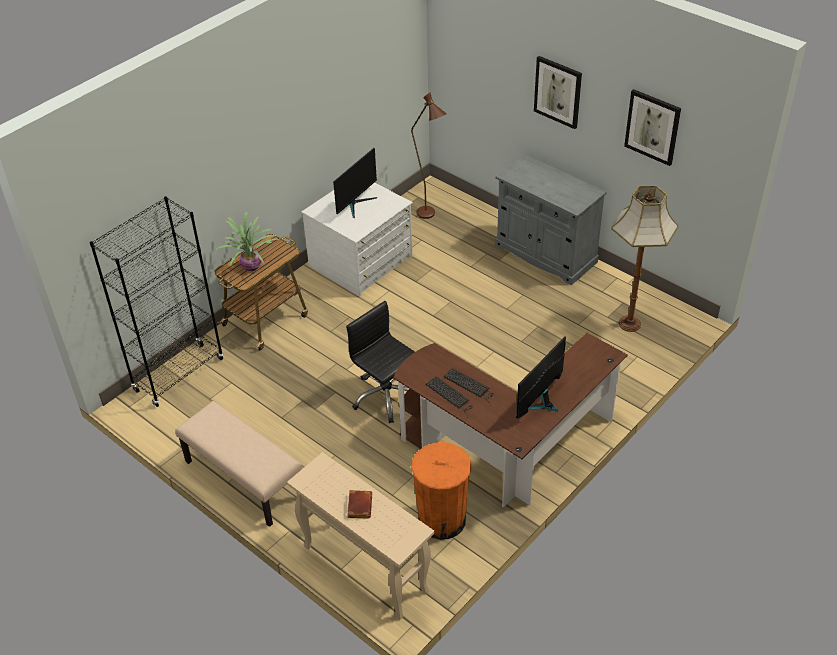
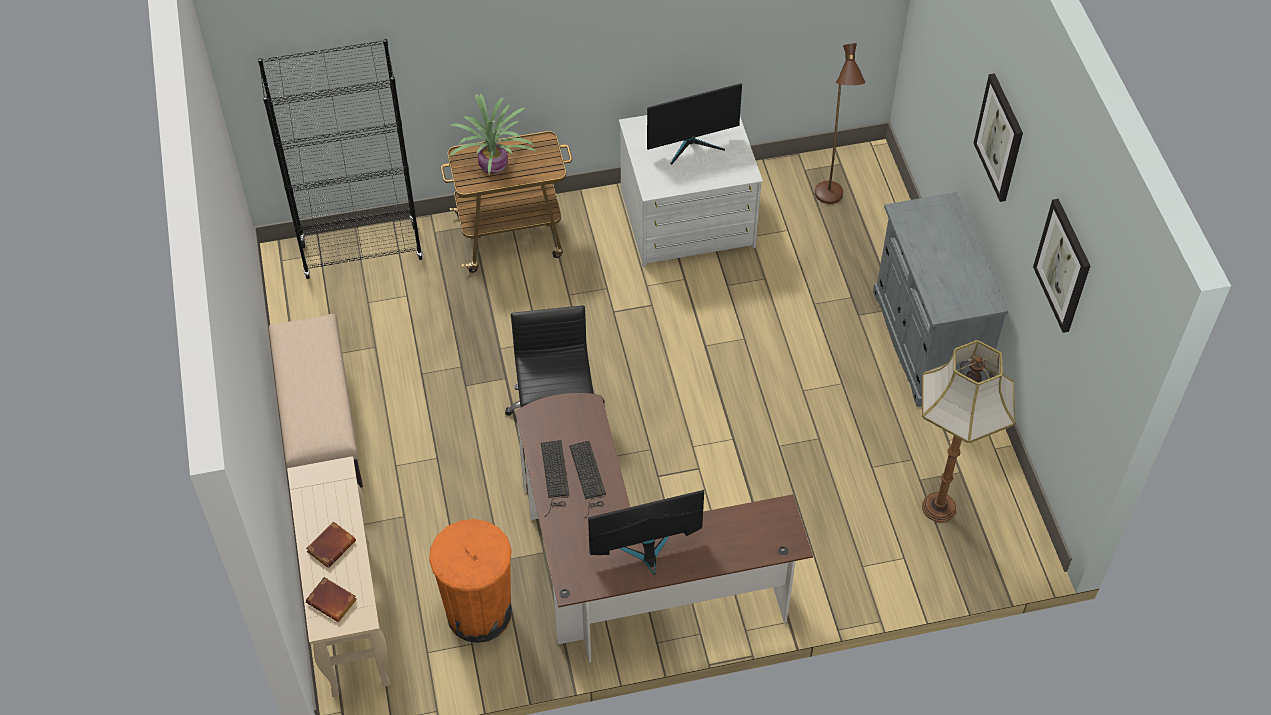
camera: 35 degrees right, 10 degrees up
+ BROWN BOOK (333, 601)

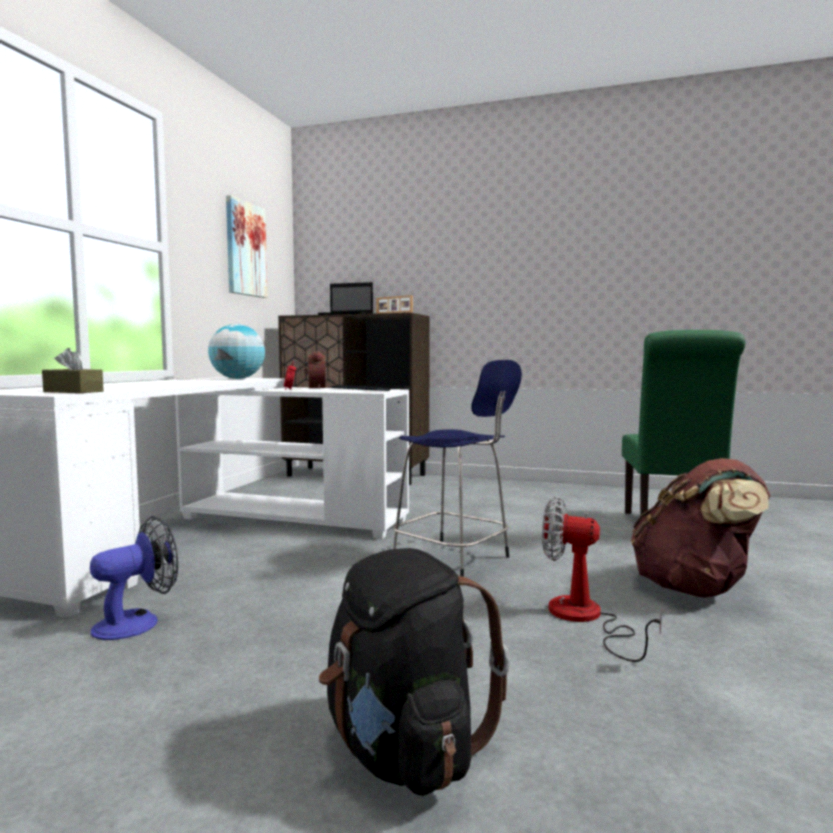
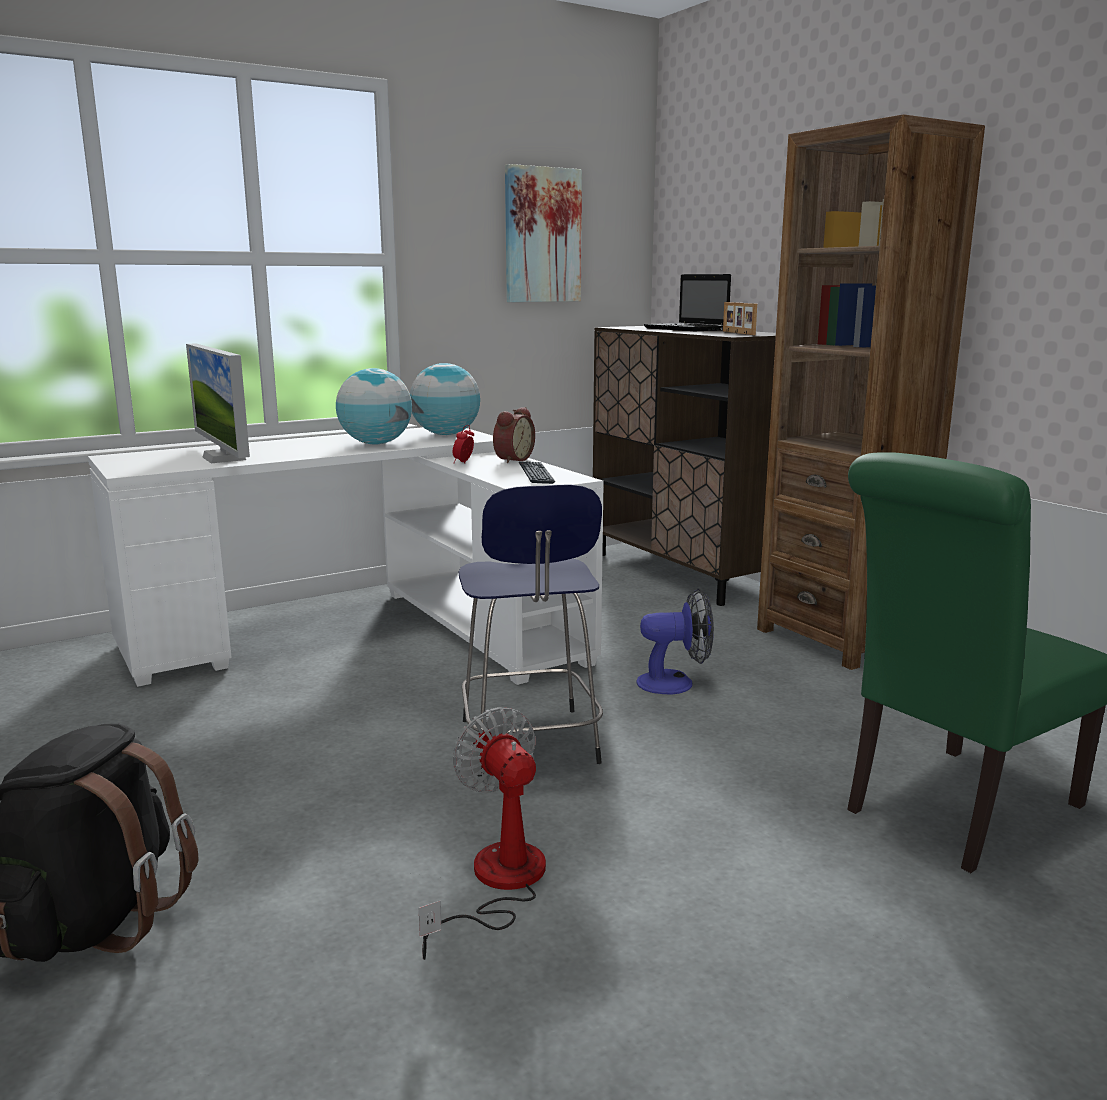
camera: 40 degrees right, 10 degrees up
- BROWN TISSUE BOX (73, 391)
- BROWN BACKPACK (695, 588)
~ FAN (137, 622) to (675, 683)
+ BROWN BOOKCASE (839, 638)
+ MONITOR (224, 458)
+ GLOBE (376, 443)

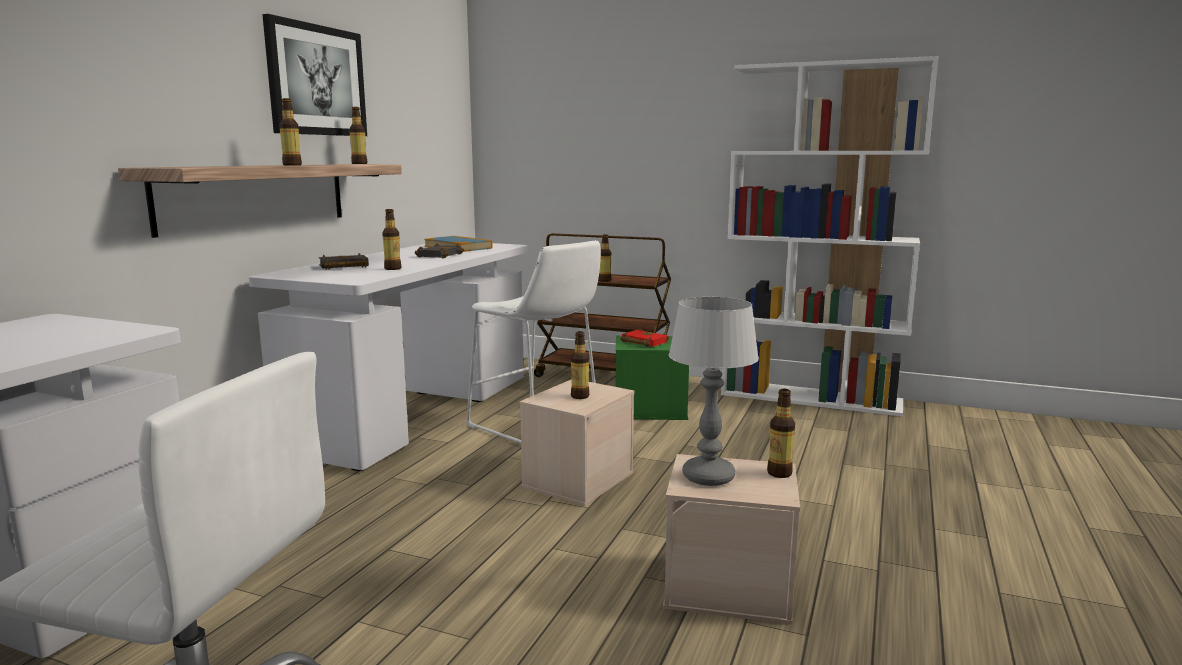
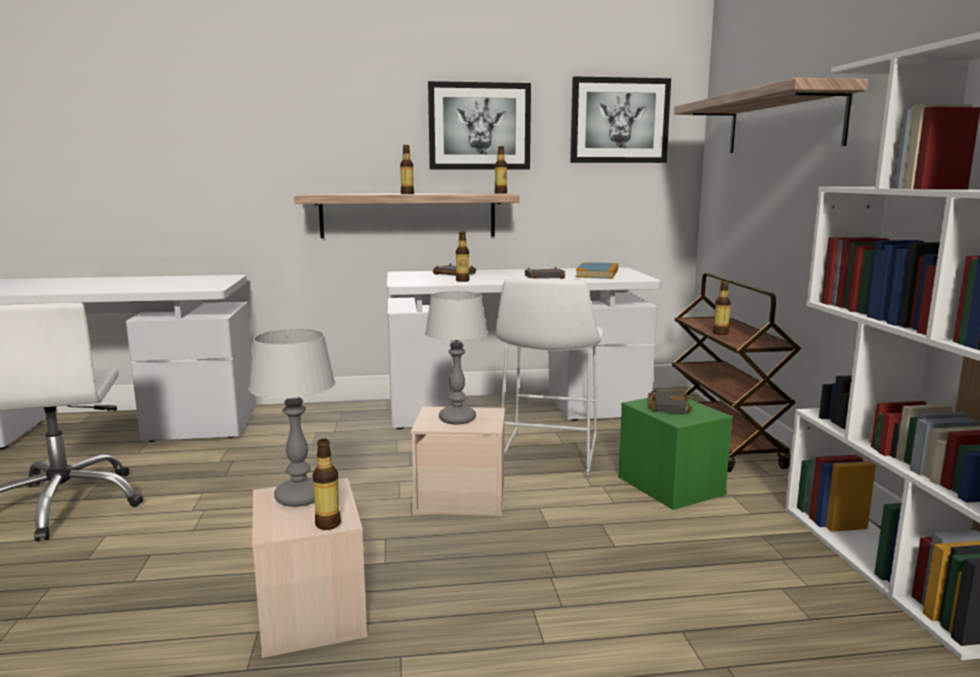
camera: 60 degrees right, 0 degrees up
~ RED BOOK (642, 342) to BLACK BOOK (667, 406)
~ BOTTLE (580, 396) to TABLE LAMP (457, 419)
+ PICTURE (619, 121)
+ SHELF (782, 122)

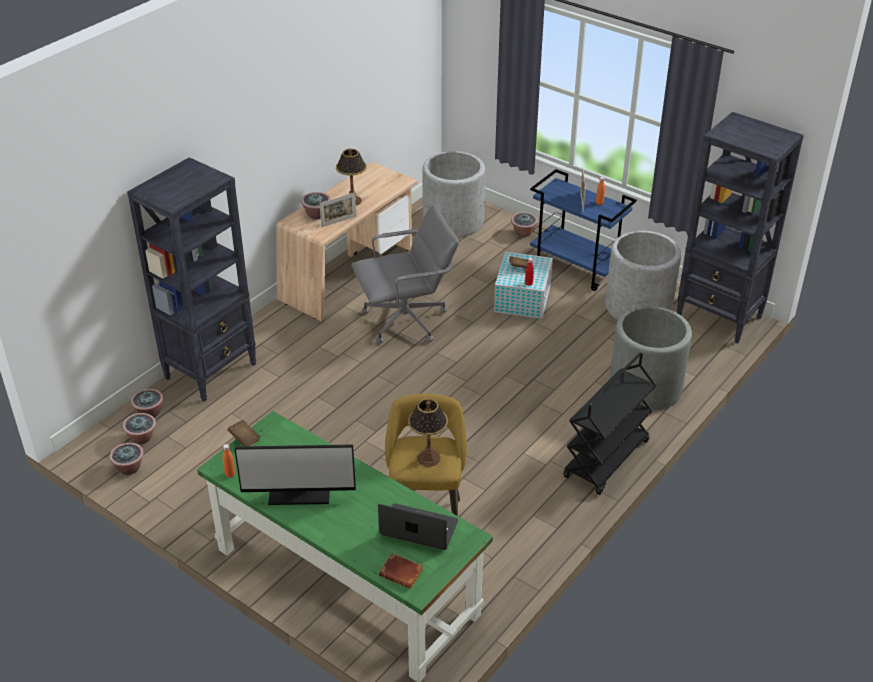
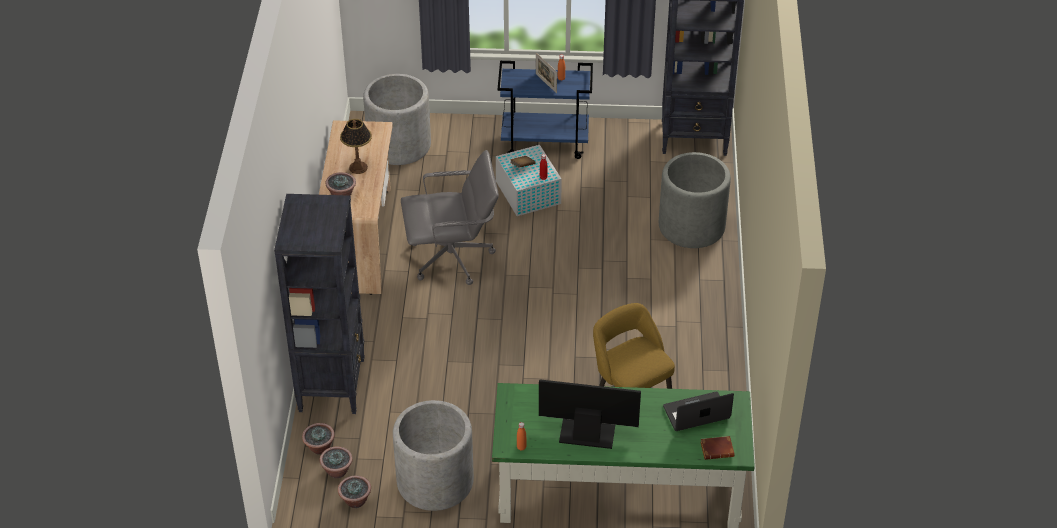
camera: 35 degrees left, 5 degrees up
- PICTURE FRAME (338, 221)
~ GREY OFFICE CHAIR (406, 321) = (452, 258) 45 degrees clockwise
- POTTED PLANT (523, 233)
~ GREY PLANTER (638, 307) to (435, 481)
- BLACK CART (606, 460)
- TABLE LAMP (428, 458)
- BROWN BOOK (244, 439)
~ MONITOR (299, 492) = (587, 433) 135 degrees counterclockwise

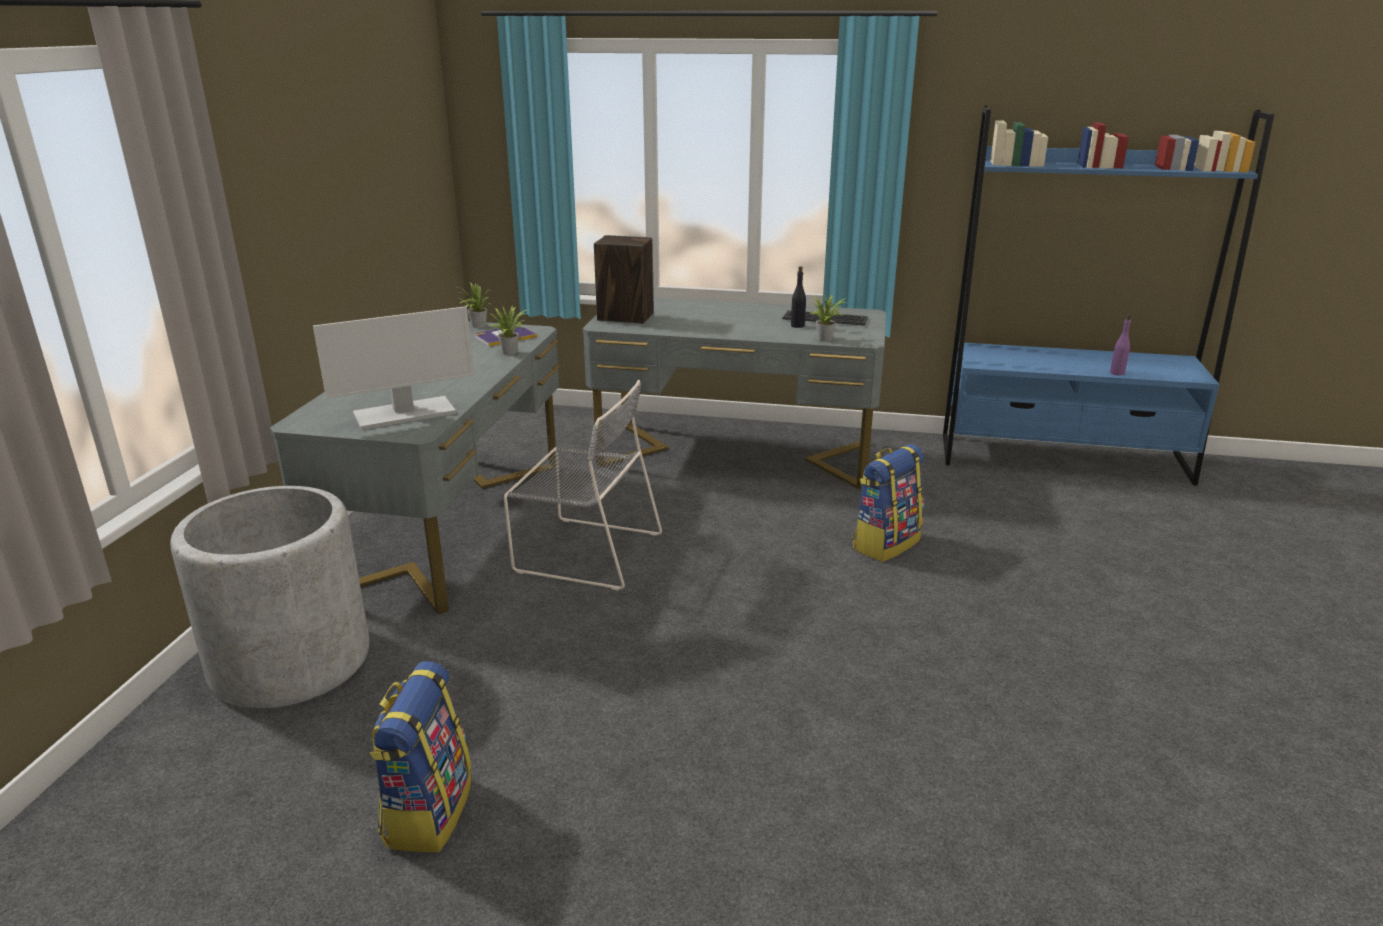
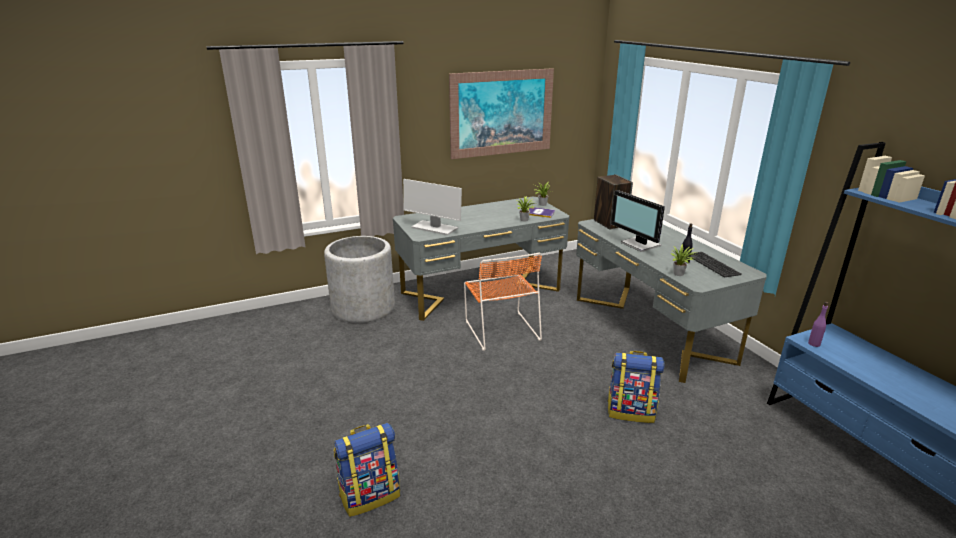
camera: 55 degrees right, 0 degrees up
~ PURPLE BOTTLE (1117, 373) to (814, 344)
~ GREY CHAIR (584, 551) to ORANGE CHAIR (501, 329)
~ BACKPACK (427, 811) to (370, 495)
+ PICTURE (502, 113)
+ MONITOR (639, 245)

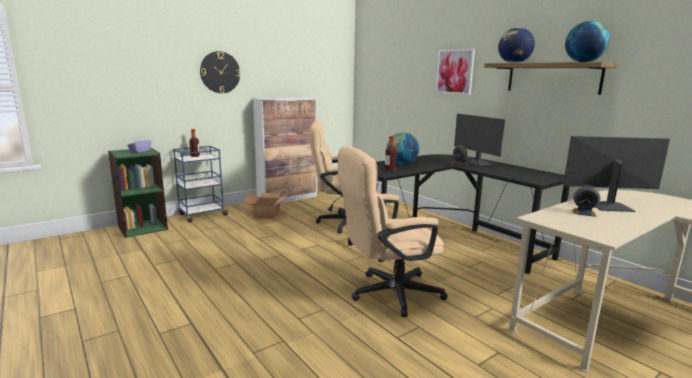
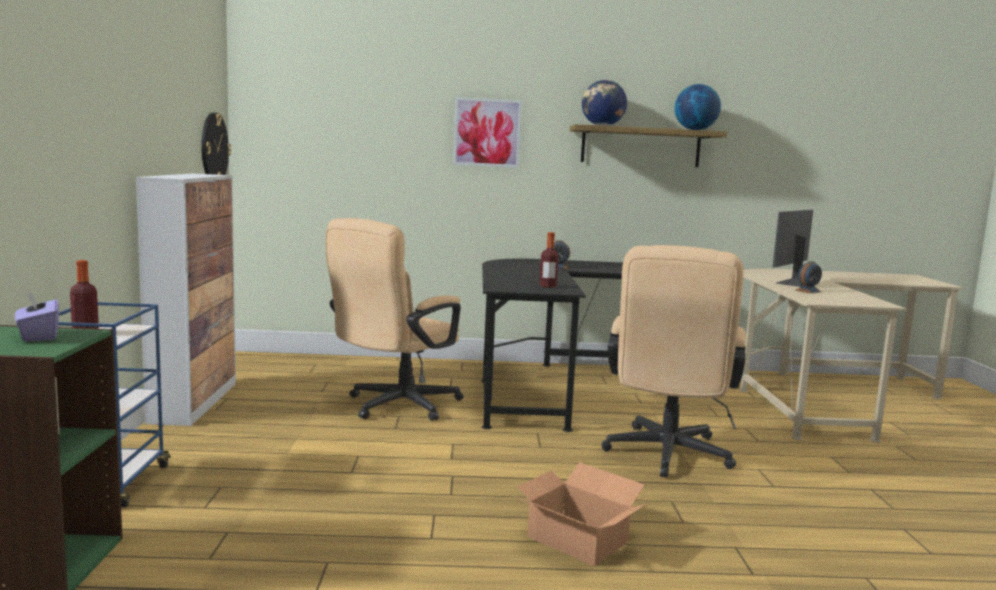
camera: 55 degrees left, 5 degrees down
~ WALL CLOCK (220, 72) to (214, 148)
- MONITOR (477, 163)
- GLOBE (402, 164)
~ CARDBOARD BOX (267, 213) to (577, 539)

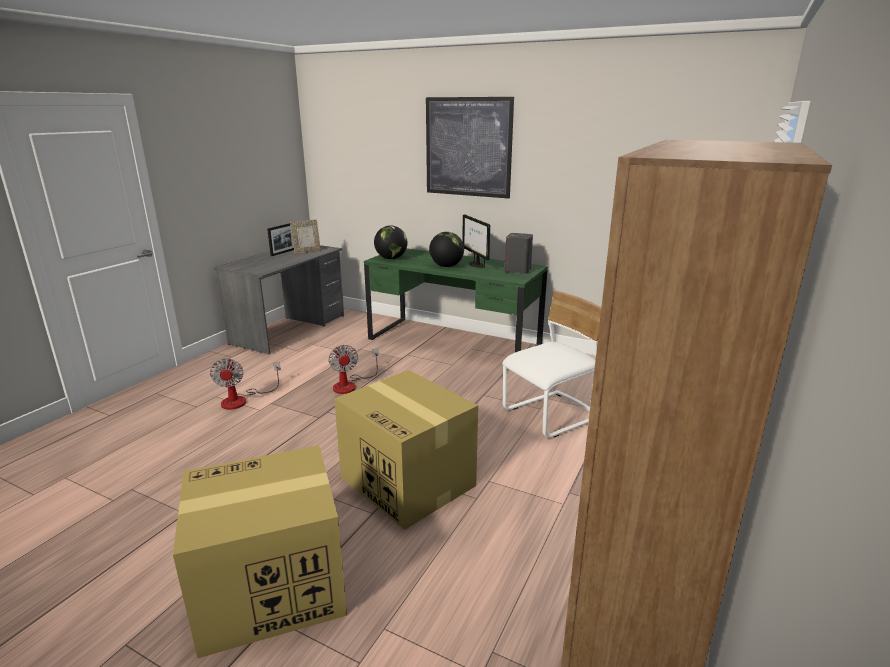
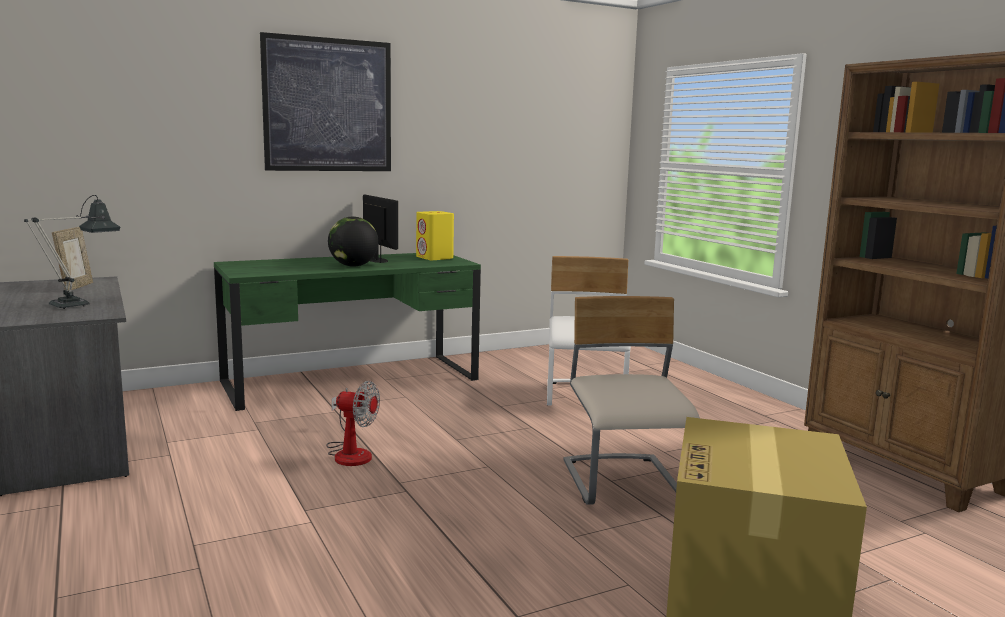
camera: 55 degrees left, 10 degrees down
~ MONITOR (476, 264) = (378, 260) 135 degrees counterclockwise
- PICTURE FRAME (283, 252)
- GLOBE (391, 258)
~ GREY SPEAKER (517, 270) to YELLOW SPEAKER (435, 258)
- FAN (242, 400)
~ CARDBOARD BOX (409, 482) to BEIGE CHAIR (625, 483)
+ TABLE LAMP (78, 304)

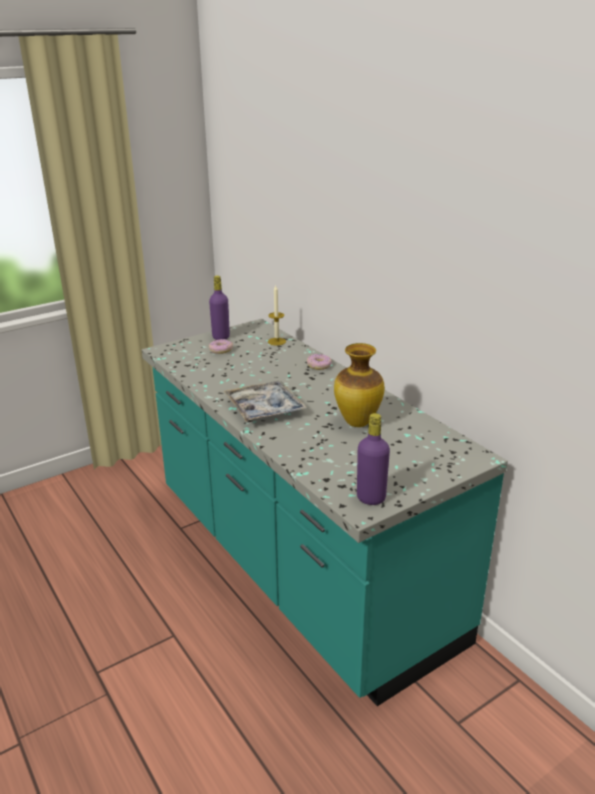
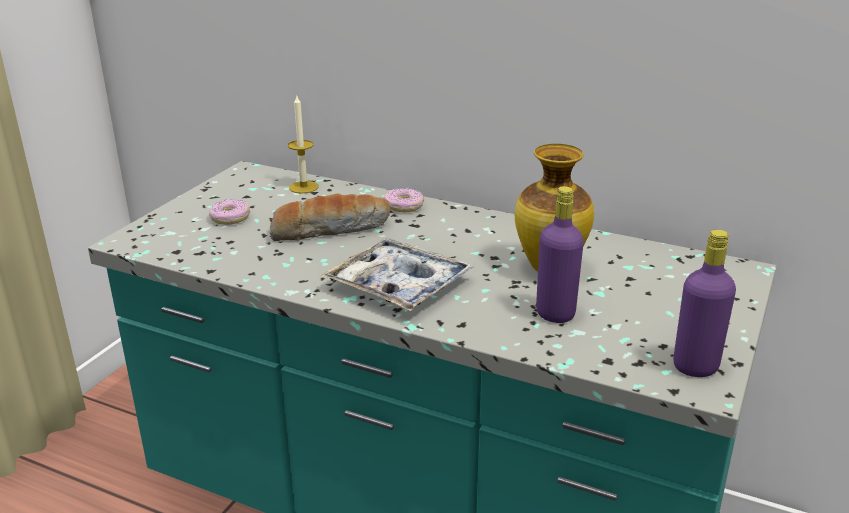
camera: 30 degrees left, 0 degrees up
~ PURPLE BOTTLE (221, 337) to (555, 314)
+ BREAD (330, 229)

